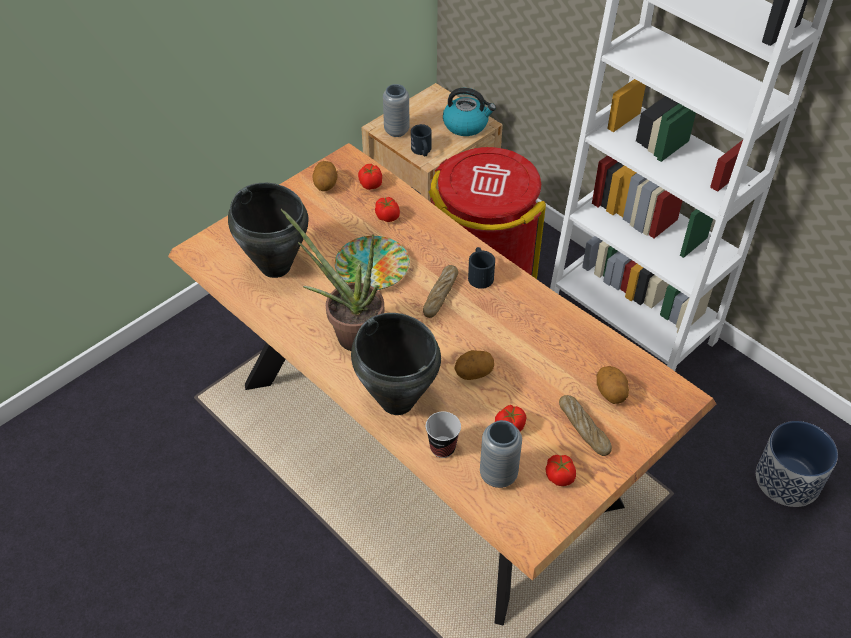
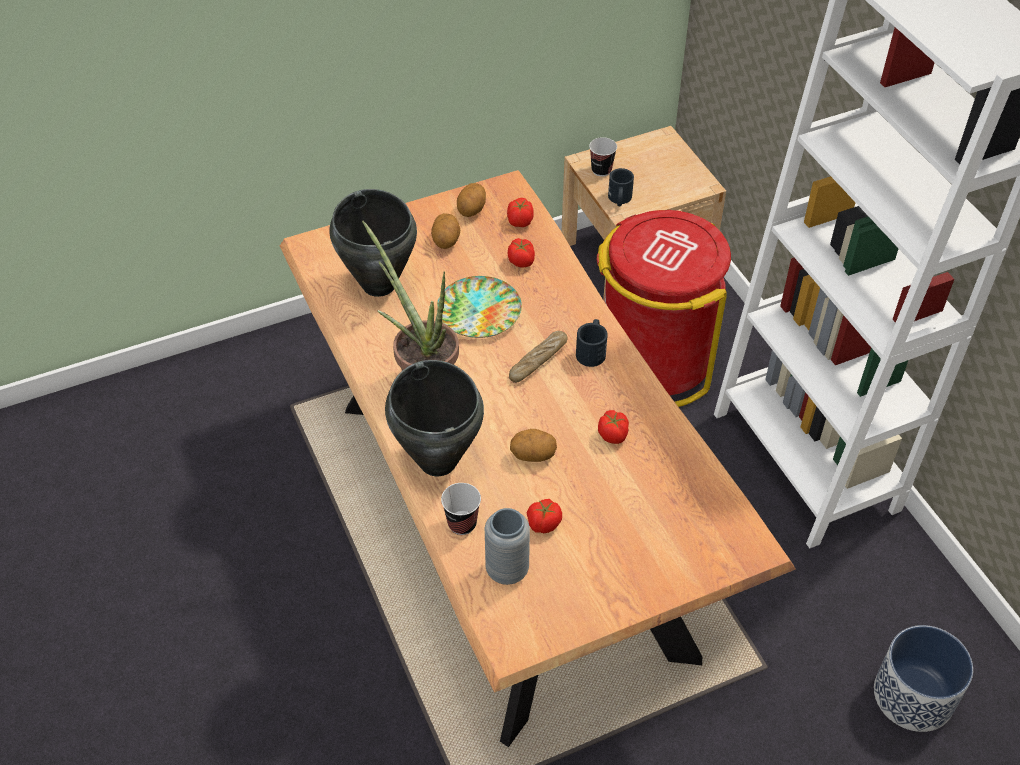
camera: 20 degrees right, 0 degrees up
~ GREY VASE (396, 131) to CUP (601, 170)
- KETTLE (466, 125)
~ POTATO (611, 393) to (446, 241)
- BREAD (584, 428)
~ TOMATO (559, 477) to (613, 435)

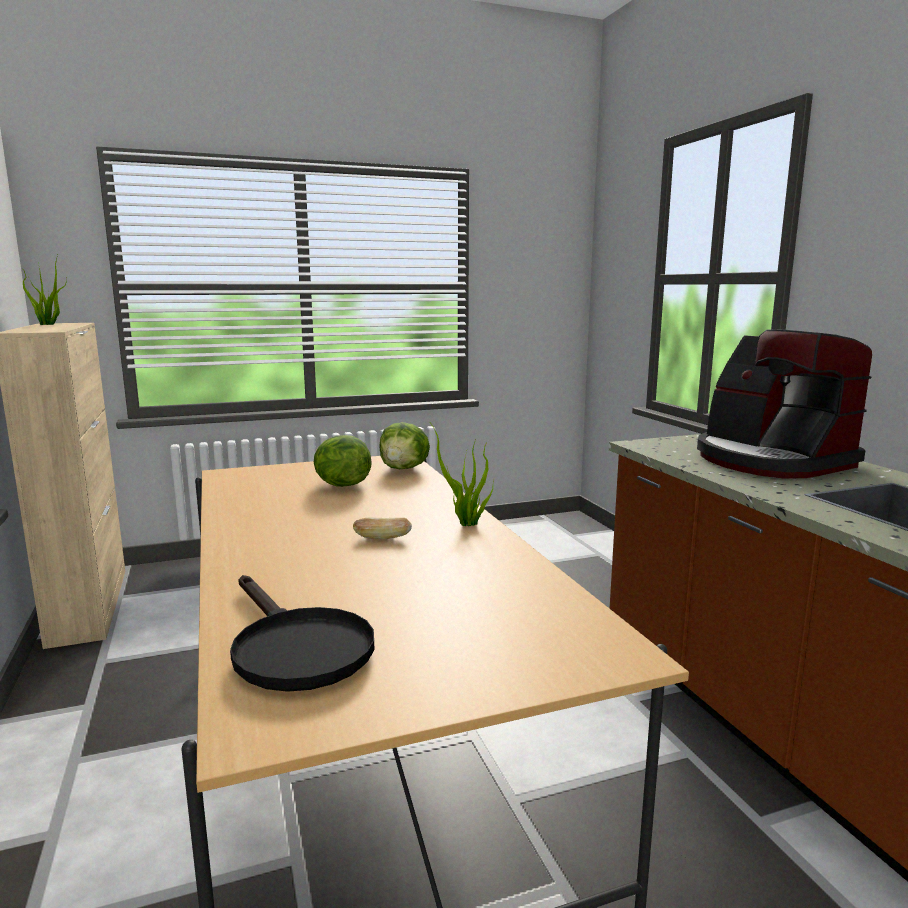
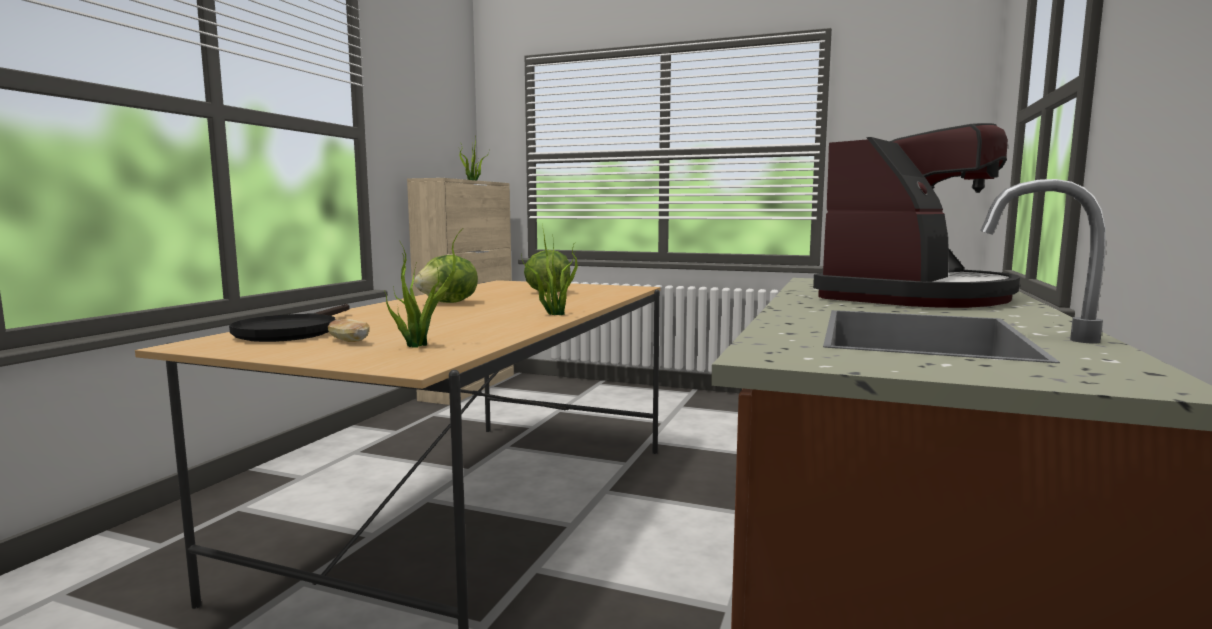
camera: 40 degrees right, 5 degrees down
~ COFFEE MACHINE (770, 460) = (914, 296) 150 degrees counterclockwise
~ LETTUCE (404, 469) to (449, 303)
~ BREAD (382, 538) to (349, 341)
+ POTTED PLANT (419, 344)

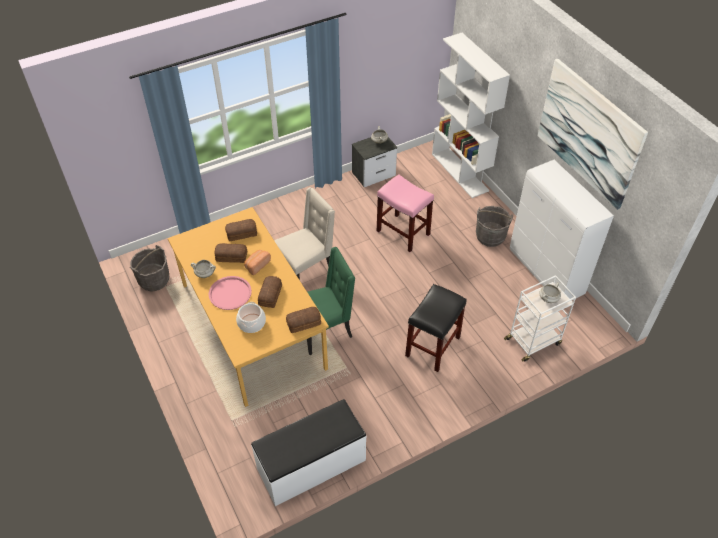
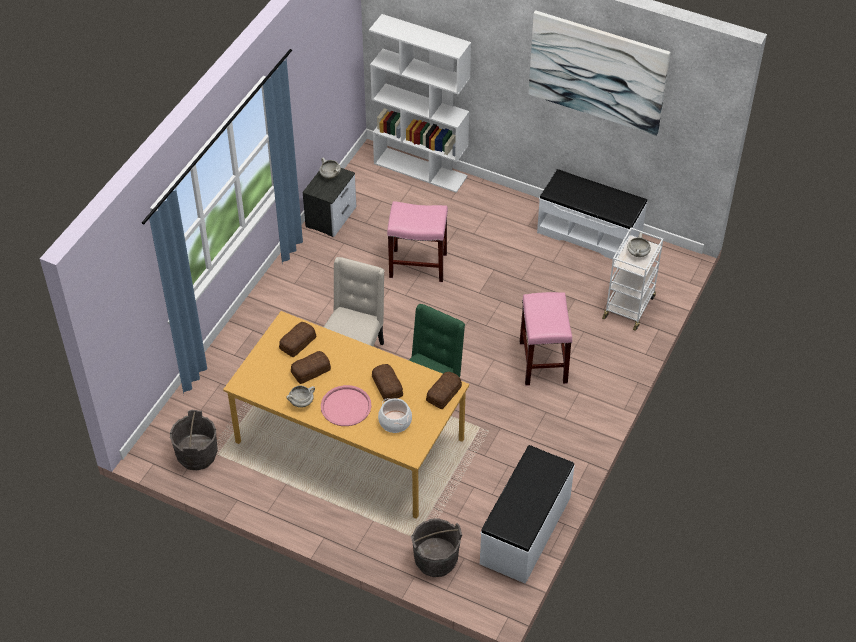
camera: 35 degrees left, 0 degrees up
~ WHITE CABINET (546, 272) to WHITE BENCH (589, 234)
~ GREY BUCKET (490, 236) to (436, 560)
- BREAD (257, 265)
~ BLACK STOOL (433, 347) to PINK STOOL (543, 363)

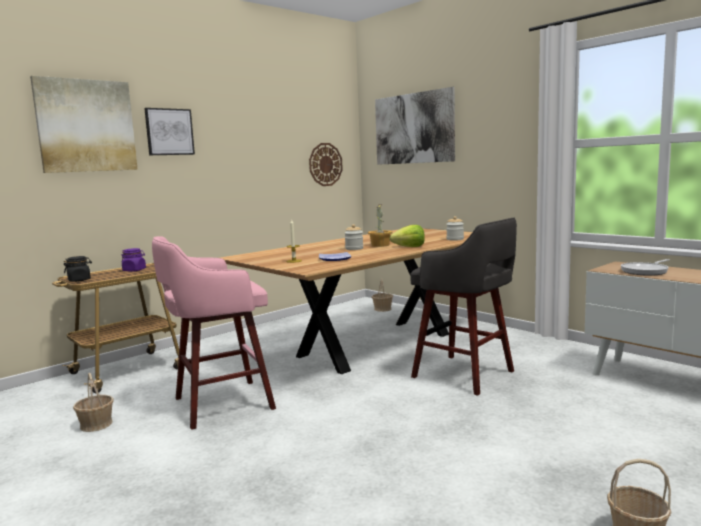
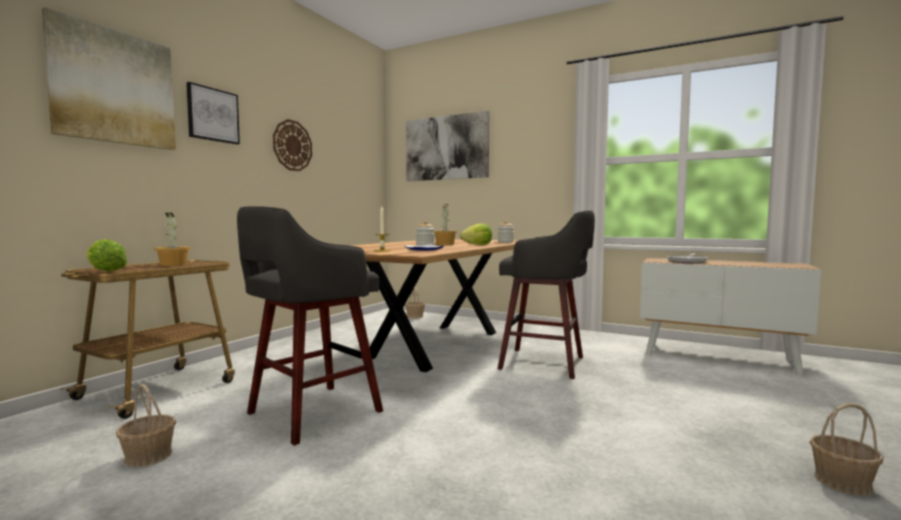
camera: 20 degrees left, 5 degrees down
~ WALL CLOCK (325, 164) to (292, 145)
~ PINK STOOL (220, 404) to GREY STOOL (310, 413)
~ PURPLE JAR (134, 270) to POTTED PLANT (173, 264)
~ BLACK JAR (79, 280) to LETTUCE (105, 271)

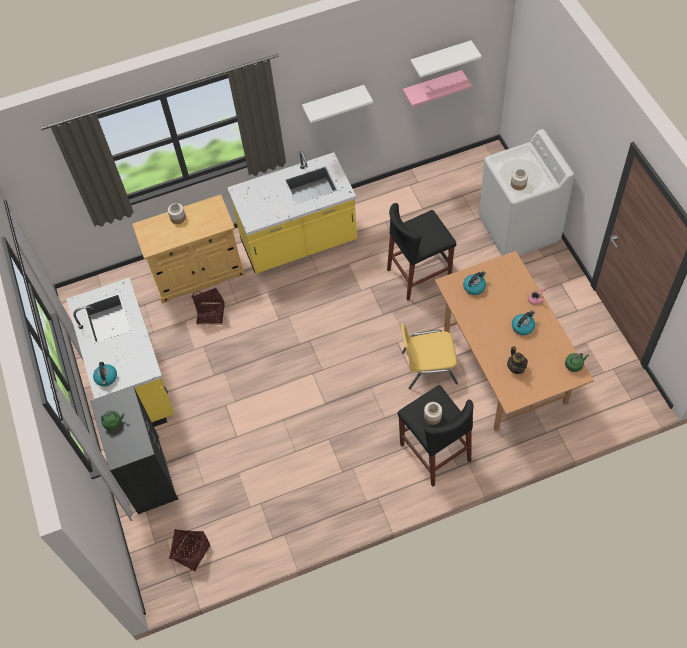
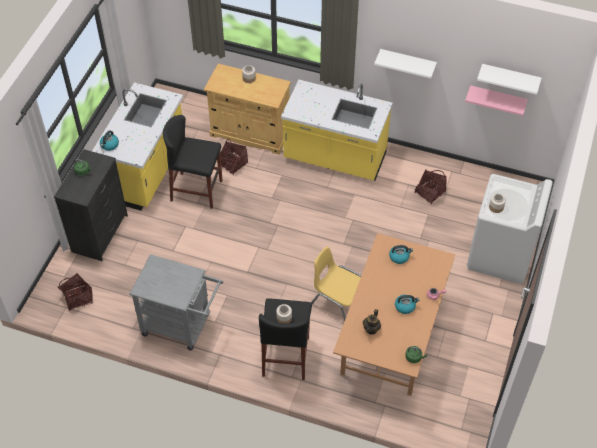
camera: 35 degrees right, 5 degrees down
~ BLACK STOOL (419, 275) to (196, 190)
+ BASKET (430, 192)
+ GREY CART (182, 325)

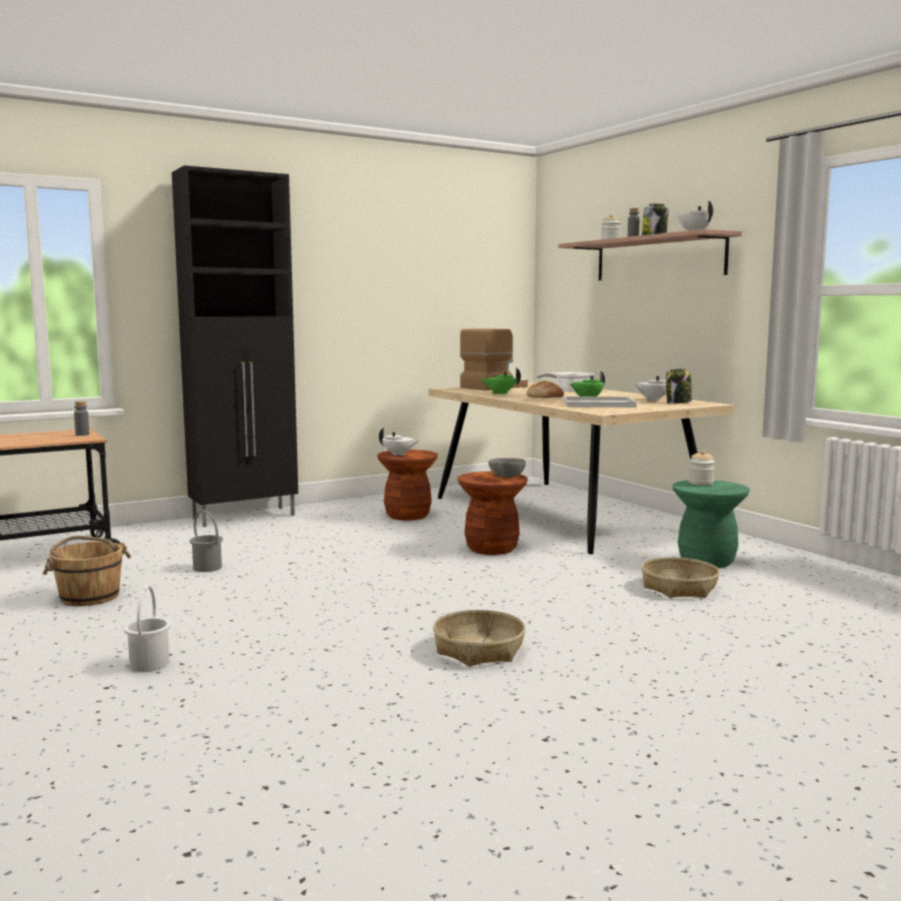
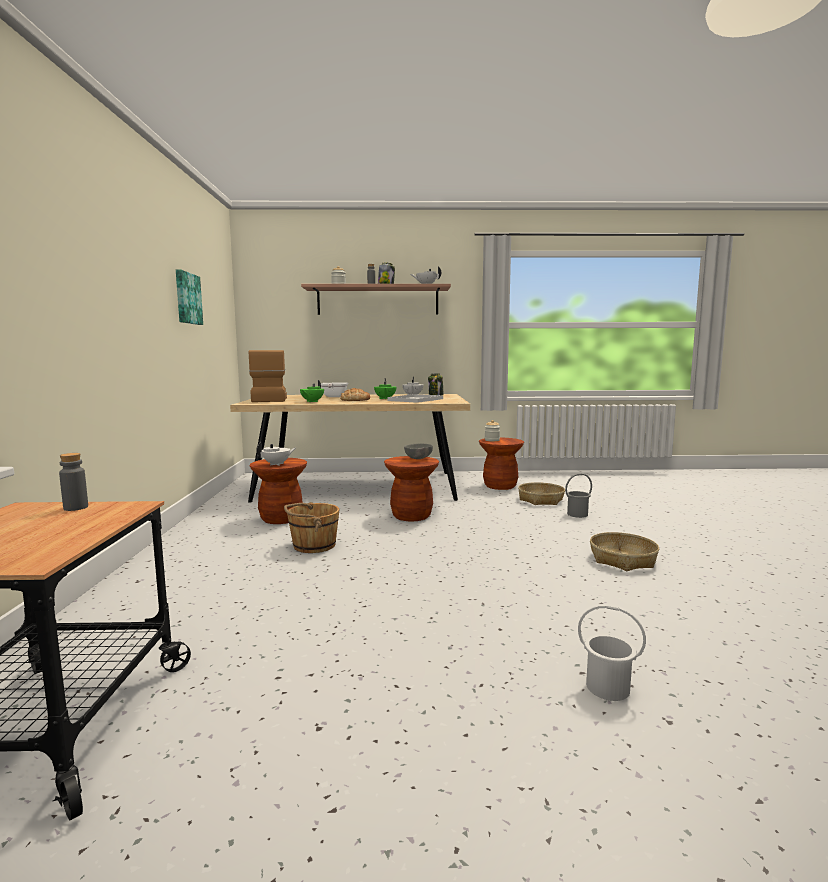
camera: 60 degrees left, 0 degrees up
- BLACK CABINET (246, 517)
~ GREEN STOOL (706, 561) to BROWN STOOL (500, 486)
~ GREY BUCKET (207, 567) to (577, 514)
~ BROWN BUCKET (89, 596) to (313, 545)
+ PICTURE (187, 298)

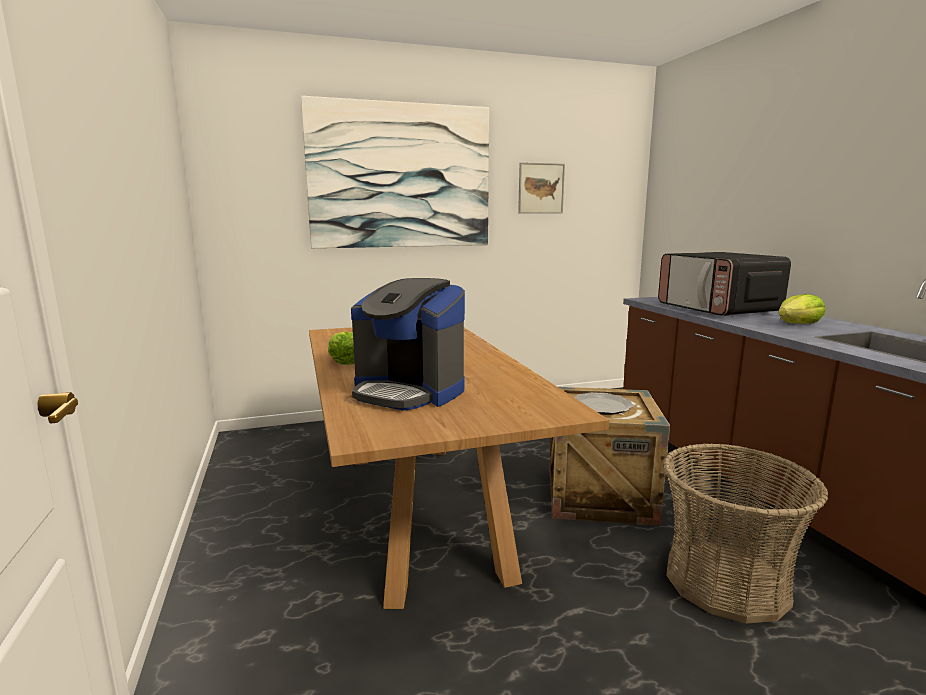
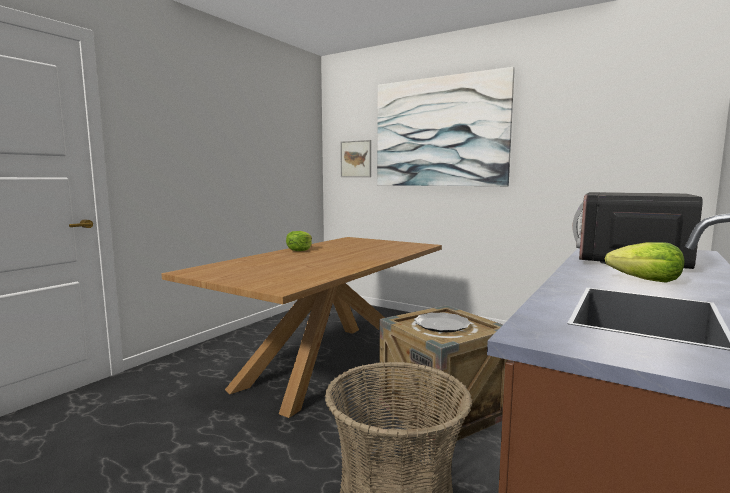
camera: 50 degrees right, 5 degrees down
~ PICTURE (541, 188) to (356, 159)
- COFFEE MACHINE (409, 392)

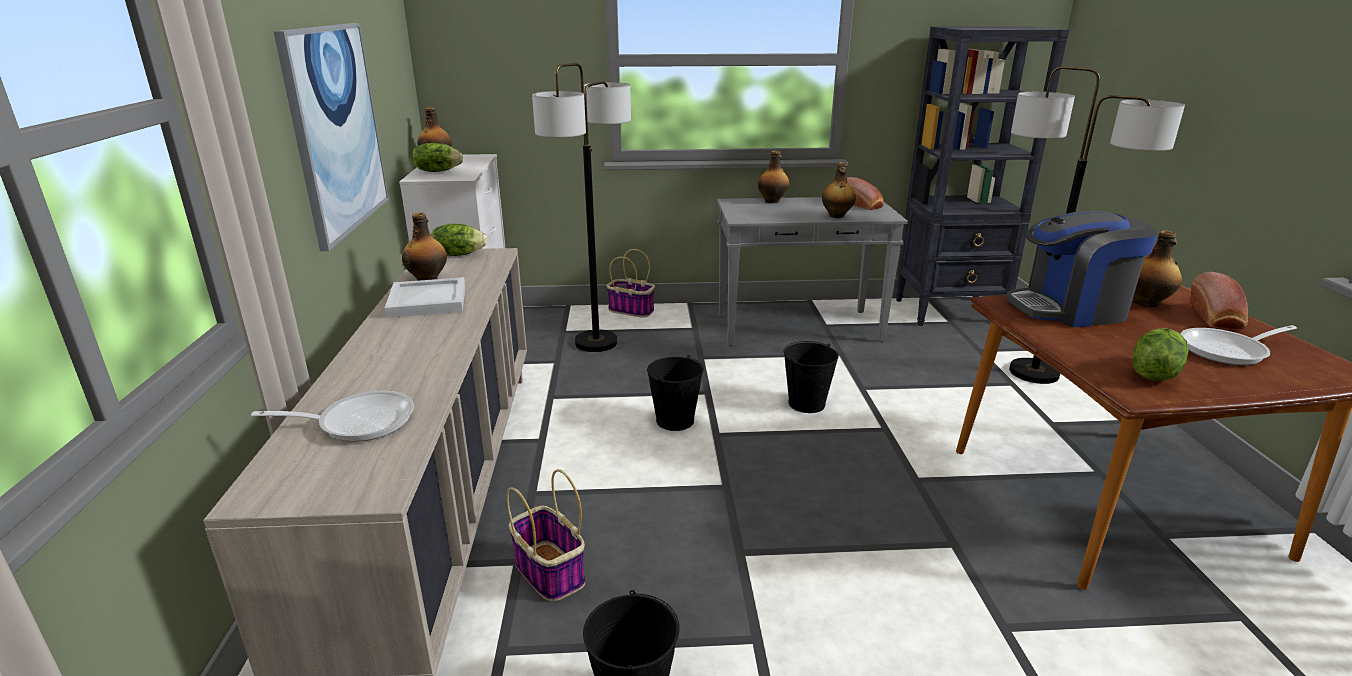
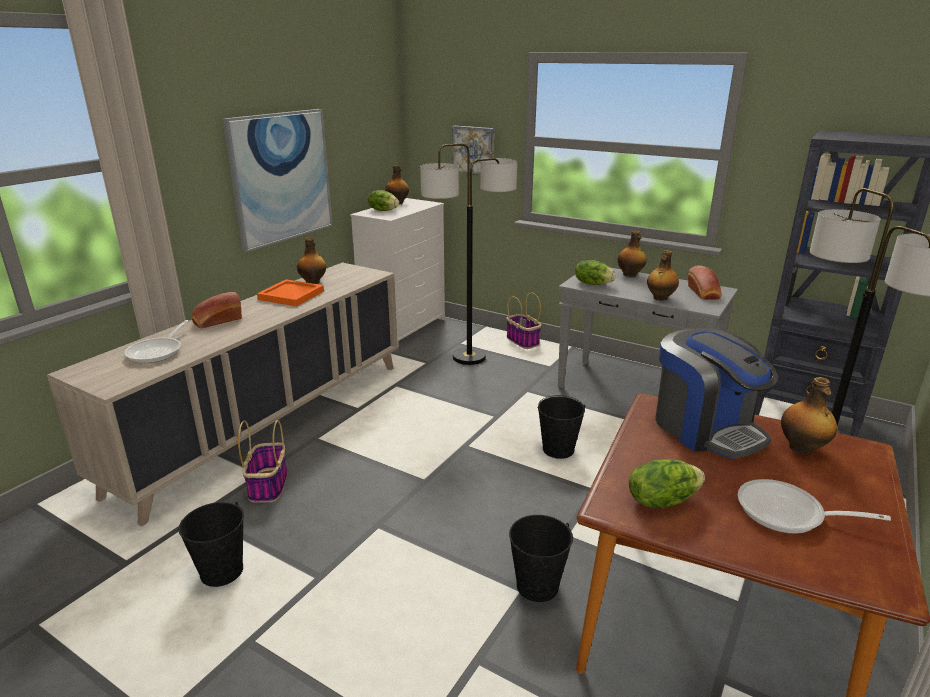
camera: 35 degrees right, 0 degrees up
~ COFFEE MACHINE (1070, 309) = (706, 428) 150 degrees counterclockwise
~ LETTUCE (458, 254) to (593, 283)
~ BREAD (1216, 317) to (217, 321)
~ WHITE TRAY (426, 301) to ORANGE TRAY (290, 295)
~ BLACK BUCKET (674, 420) to (537, 585)
~ FRYING PAN (359, 422) = (158, 351) 75 degrees clockwise
+ PICTURE (474, 150)

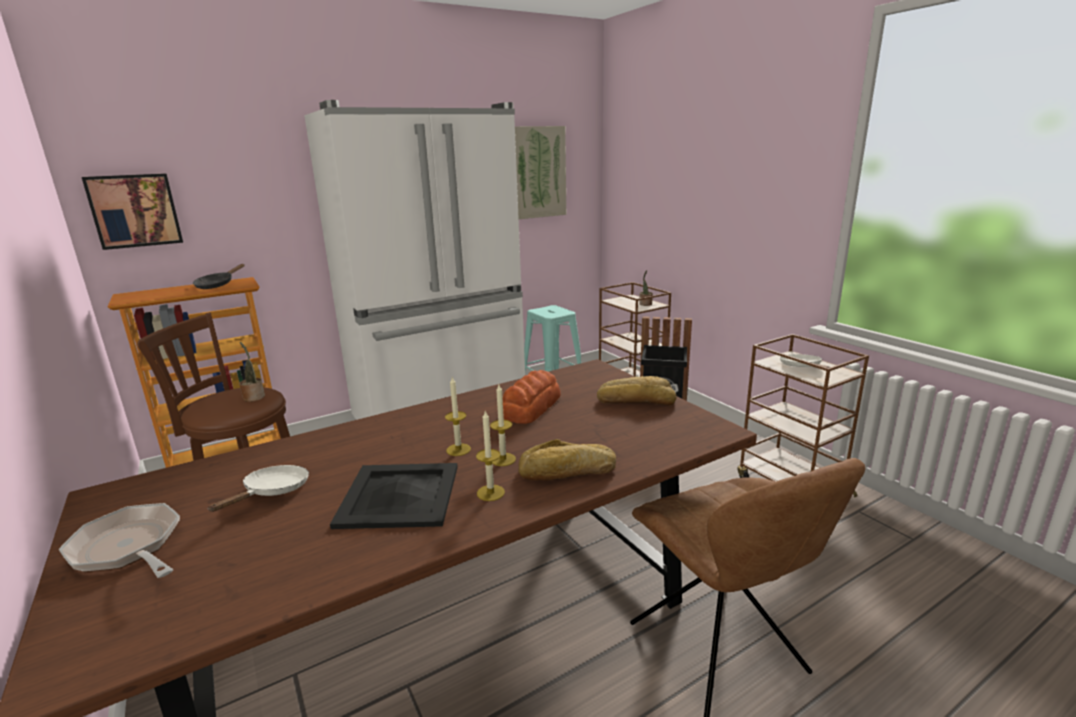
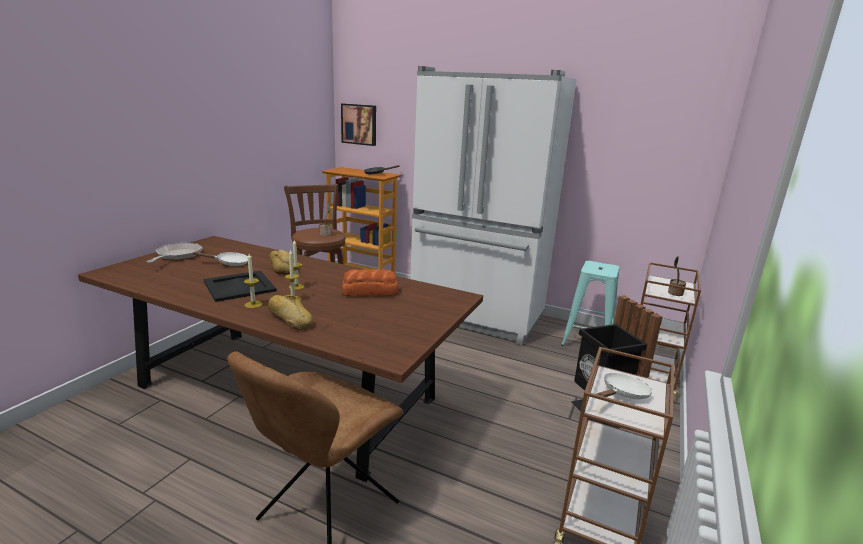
camera: 55 degrees right, 0 degrees up
- PICTURE (538, 172)
~ BREAD (636, 400) to (282, 266)

